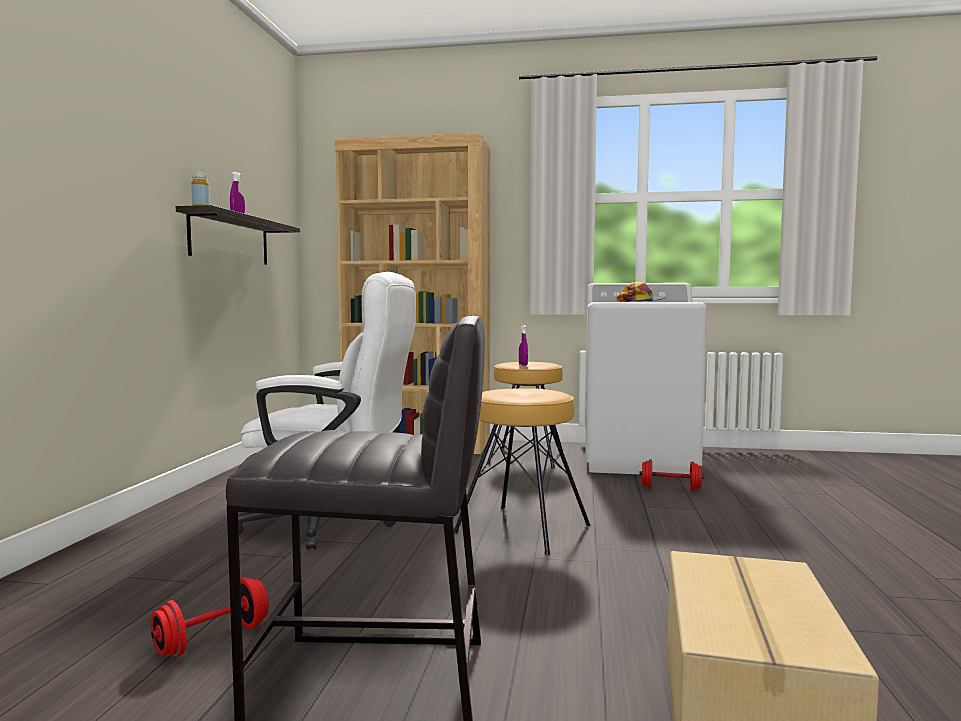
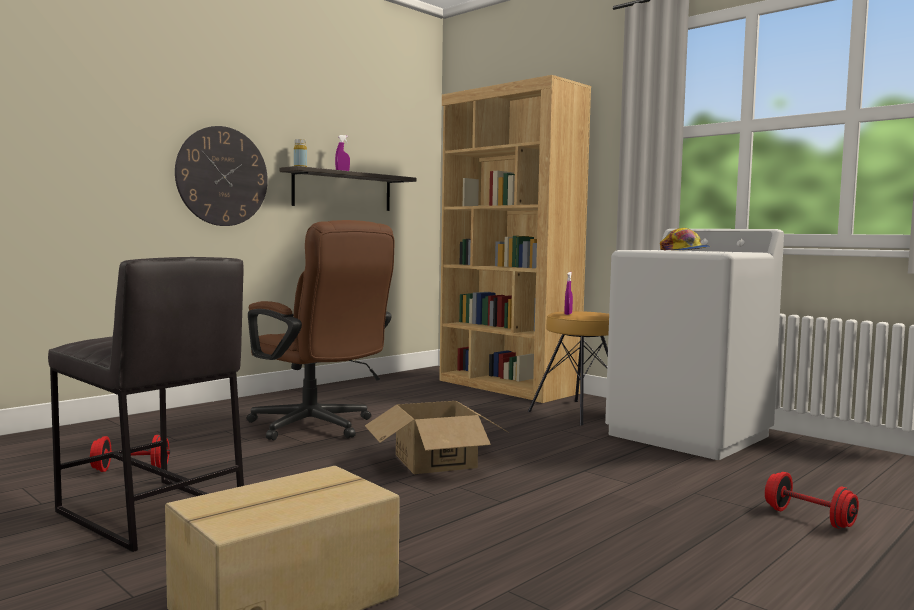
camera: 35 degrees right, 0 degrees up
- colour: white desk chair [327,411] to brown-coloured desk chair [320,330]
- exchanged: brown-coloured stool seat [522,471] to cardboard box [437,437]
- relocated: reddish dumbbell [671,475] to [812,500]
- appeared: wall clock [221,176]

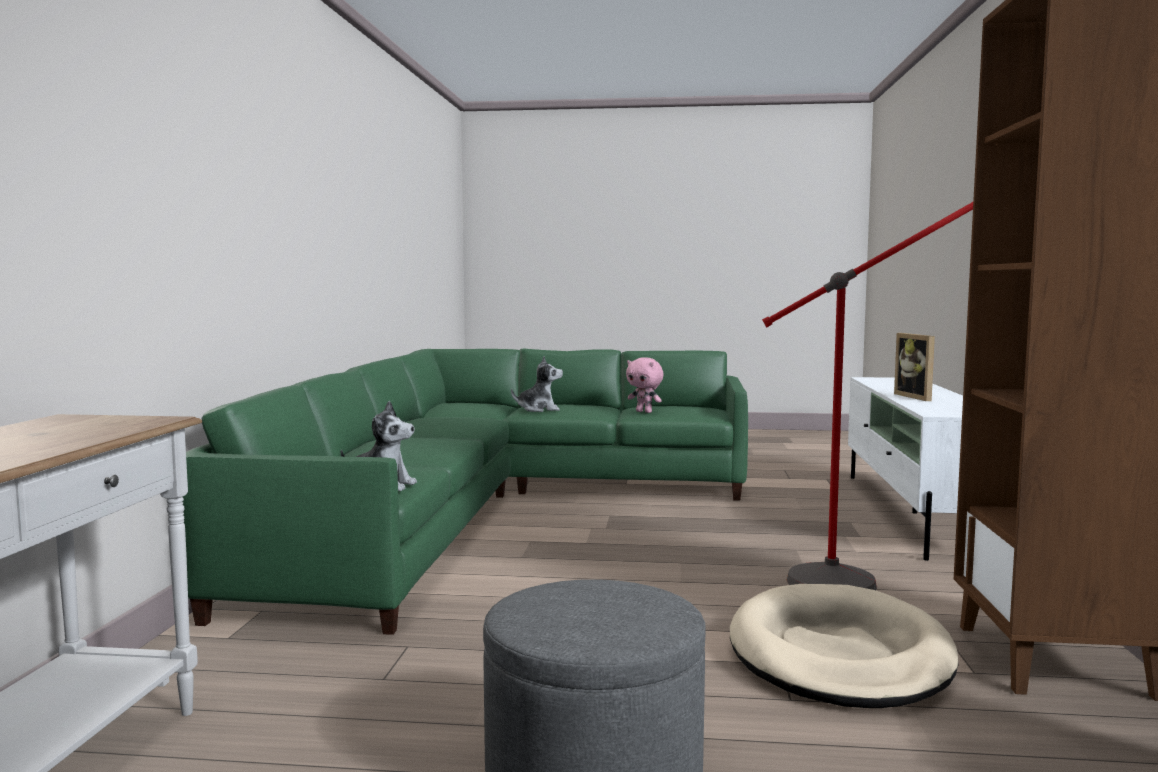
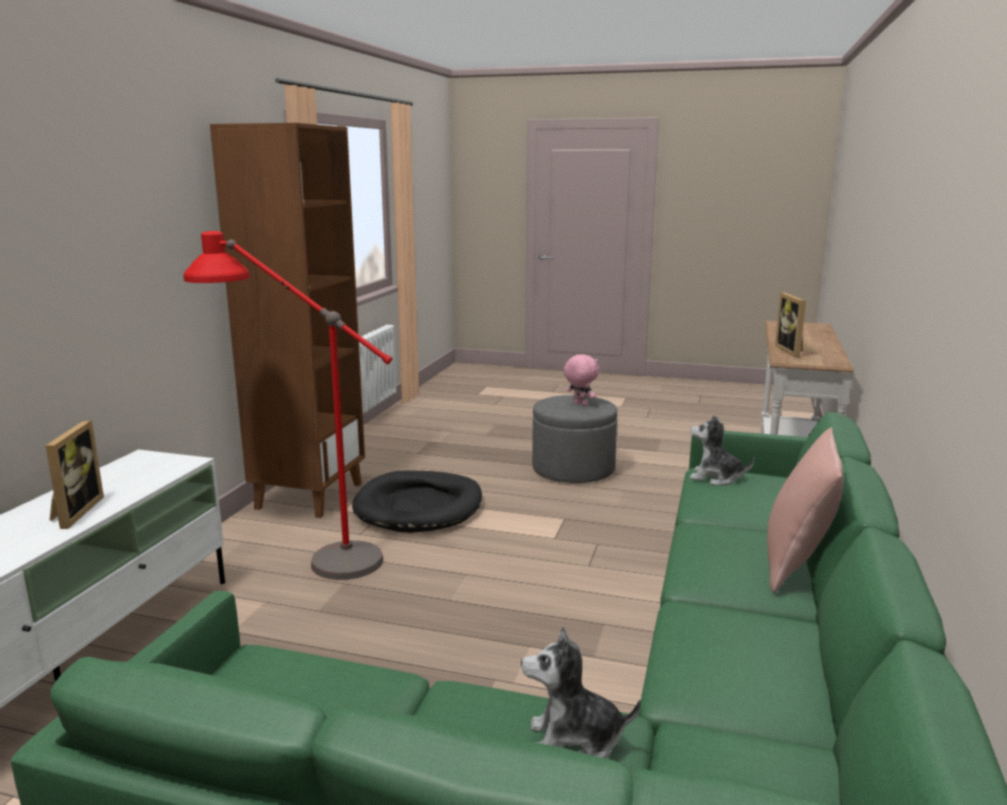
camera: 170 degrees left, 10 degrees up
- relocated: pinkish plush toy [645,385] to [581,380]
- colour: beige dog bed [844,646] to blackish dog bed [417,502]
- appeared: pinkish pillow [805,510]
- appeared: standing frame [790,325]

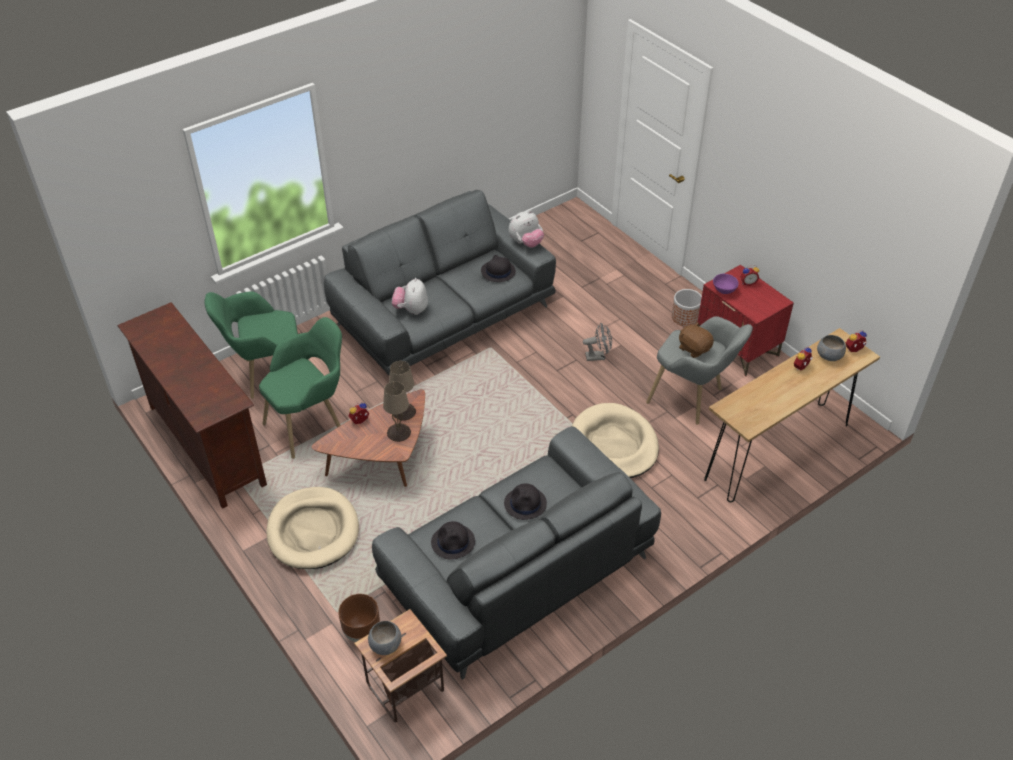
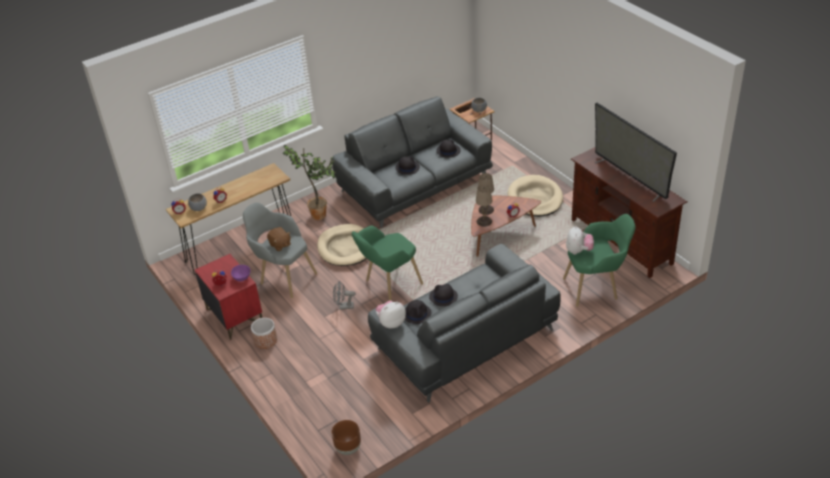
camera: 175 degrees left, 5 degrees down
- relocated: greenish armchair [300,388] to [387,263]
- relocated: brown-coloured planter [359,618] to [346,437]
- relocated: plush toy [410,296] to [580,240]
- appeared: houseplant [309,182]
- appeared: blackish clothing hat [443,295]
- appeared: TV [636,152]

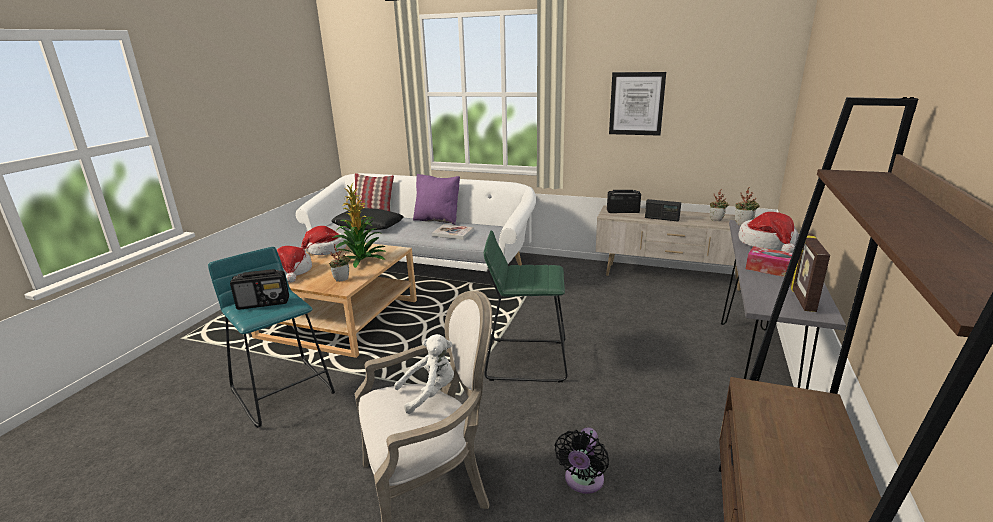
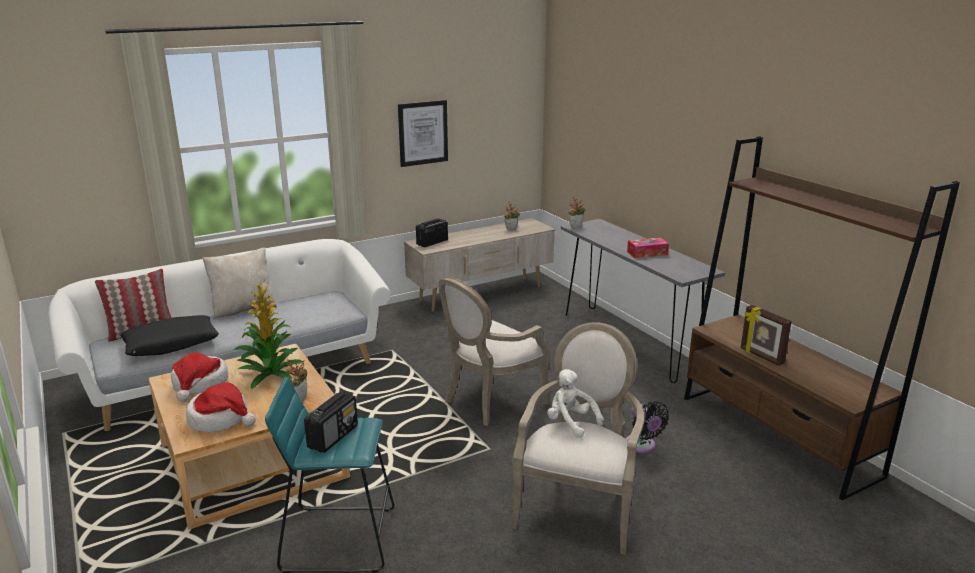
camera: 50 degrees left, 0 degrees up
- spun: white plush toy [424,374] = [575,403] 60 degrees counterclockwise
- colour: purplish pillow [436,199] to beige pillow [239,284]
- missing: book [453,232]
- exchanged: greenish stool seat [526,307] to armchair [494,351]
- missing: radio set [663,210]
- missing: clothing hat [767,232]
- relocated: standing frame [810,272] to [766,335]

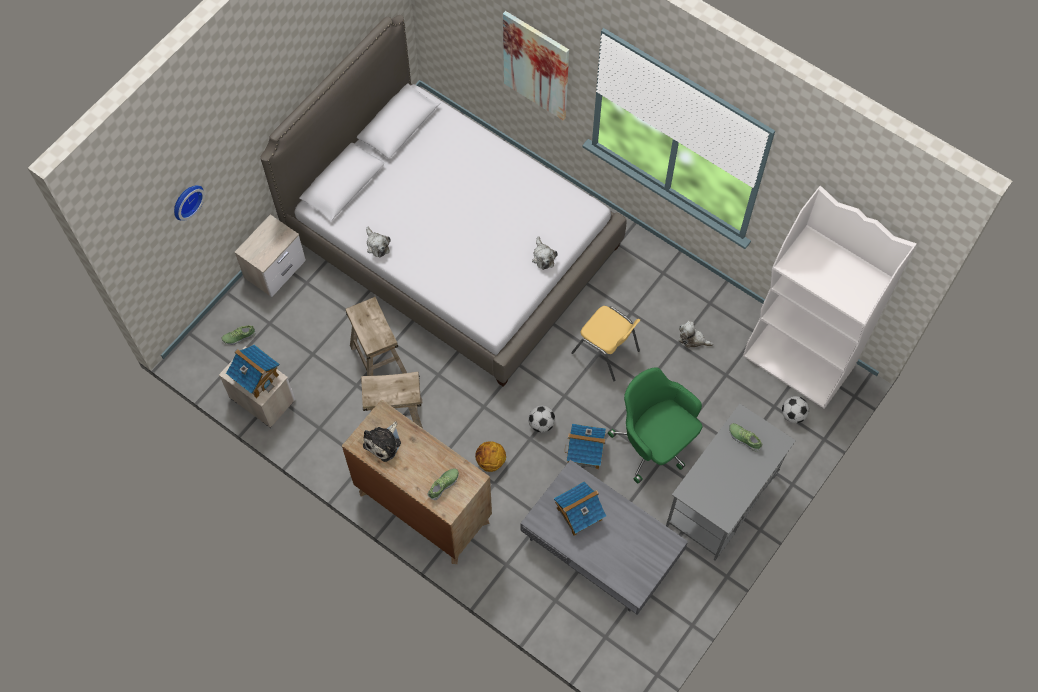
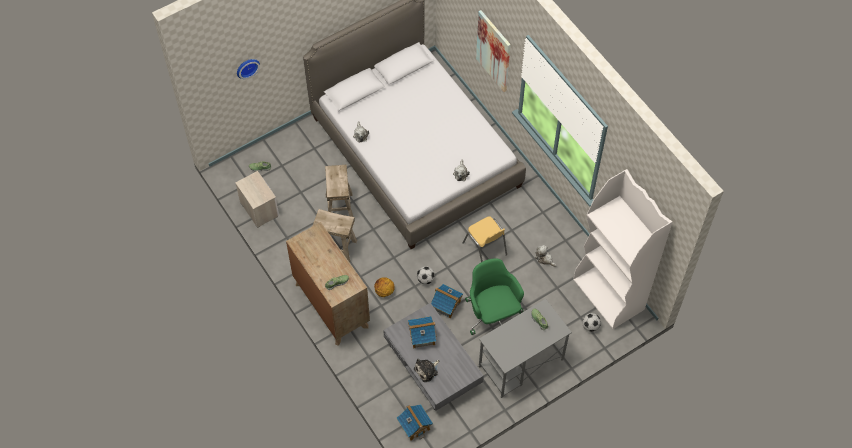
camera: 20 degrees right, 5 degrees down
- relocated: miniature house [252,371] to [415,422]
- missing: night table [270,255]
- relocated: plush toy [382,441] to [426,370]

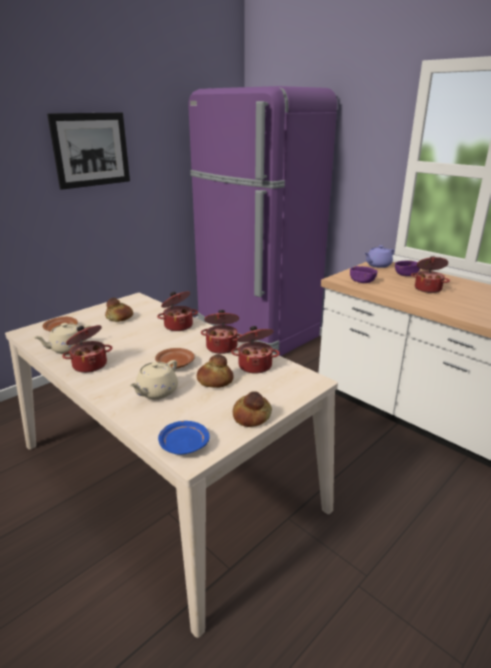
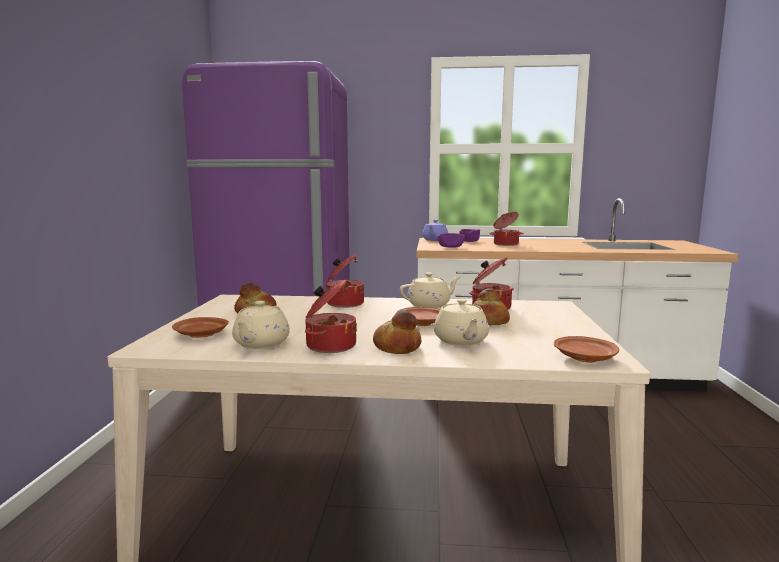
camera: 40 degrees left, 15 degrees down
- missing: picture [88,151]
- colour: bluish plate [184,438] to brown-coloured plate [586,349]
- exchanged: cooking pot [221,332] to beige teapot [430,290]
- relocated: bakery bread [252,409] to [397,332]

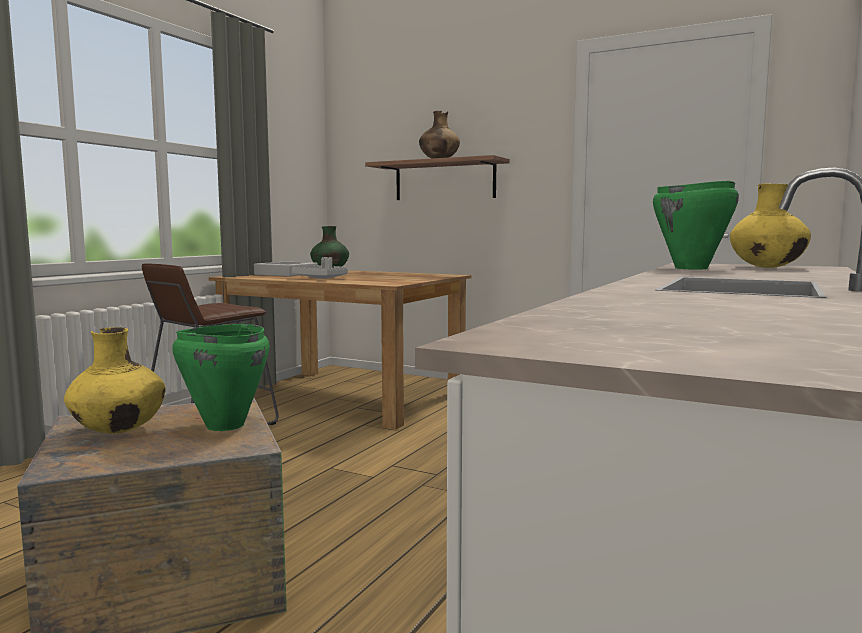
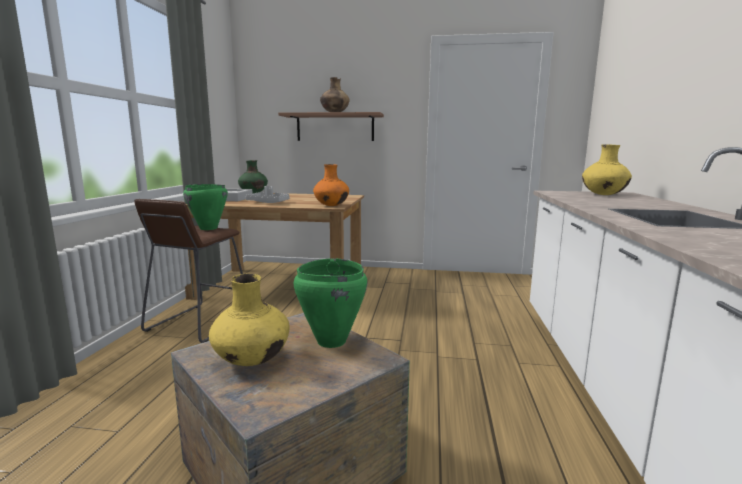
camera: 20 degrees left, 5 degrees up
- relocated: greenish cooking pot [696,225] to [205,207]
- appeared: orange flower vase [331,185]

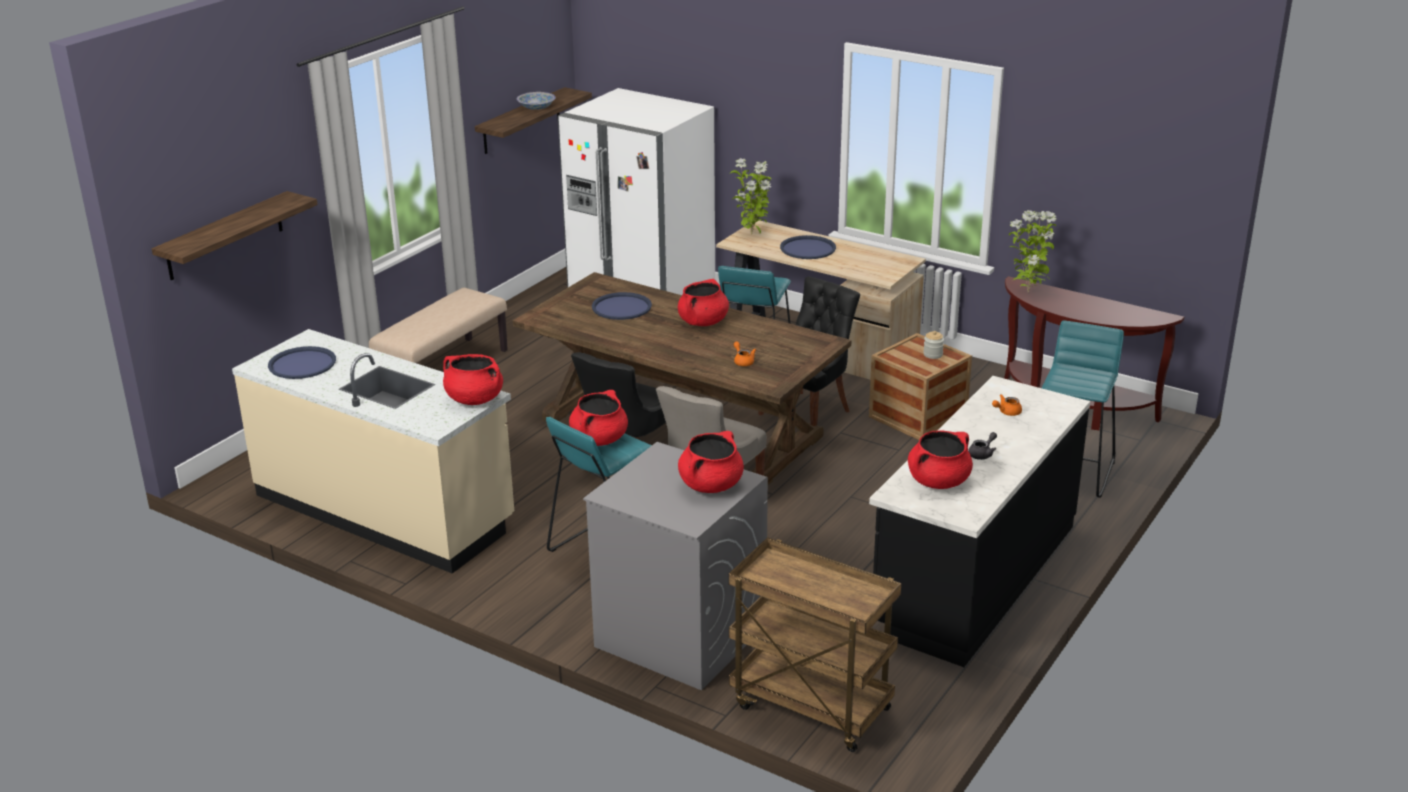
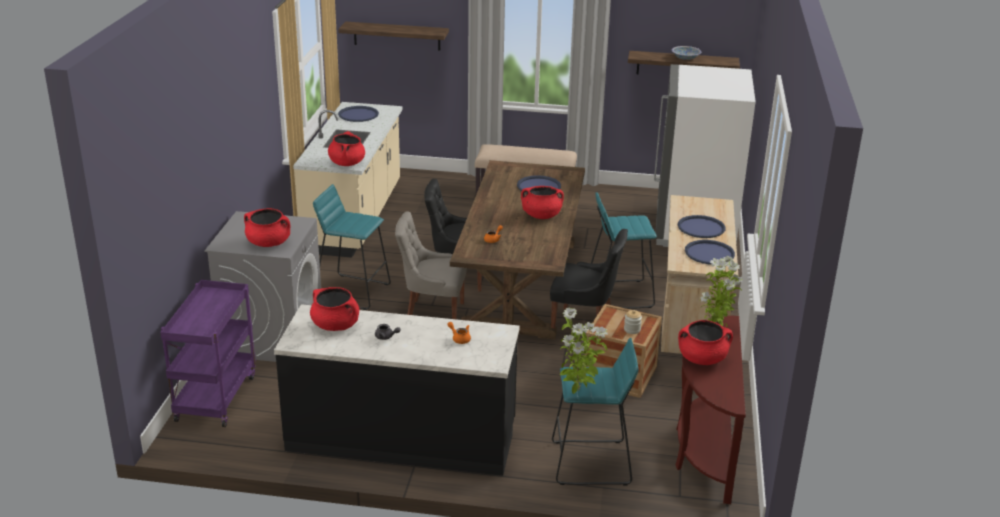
camera: 65 degrees right, 0 degrees up
- relocated: reddish cooking pot [598,418] to [705,342]
- colour: brown-coloured trolley [815,644] to purplish trolley [208,353]
- relocated: houseplant [750,196] to [584,351]
- appeared: bluish serving tray [710,252]

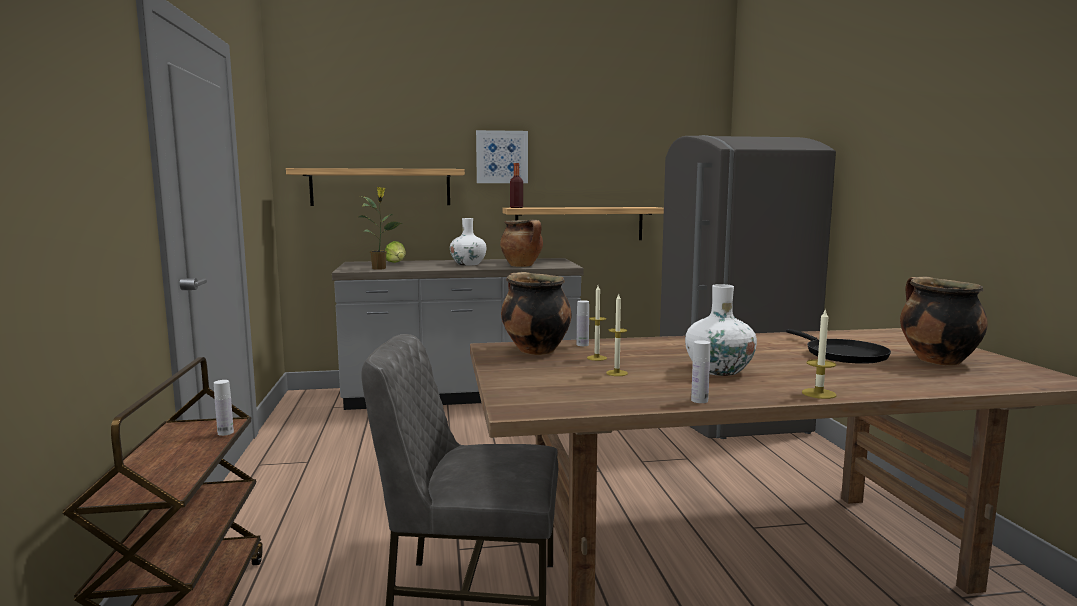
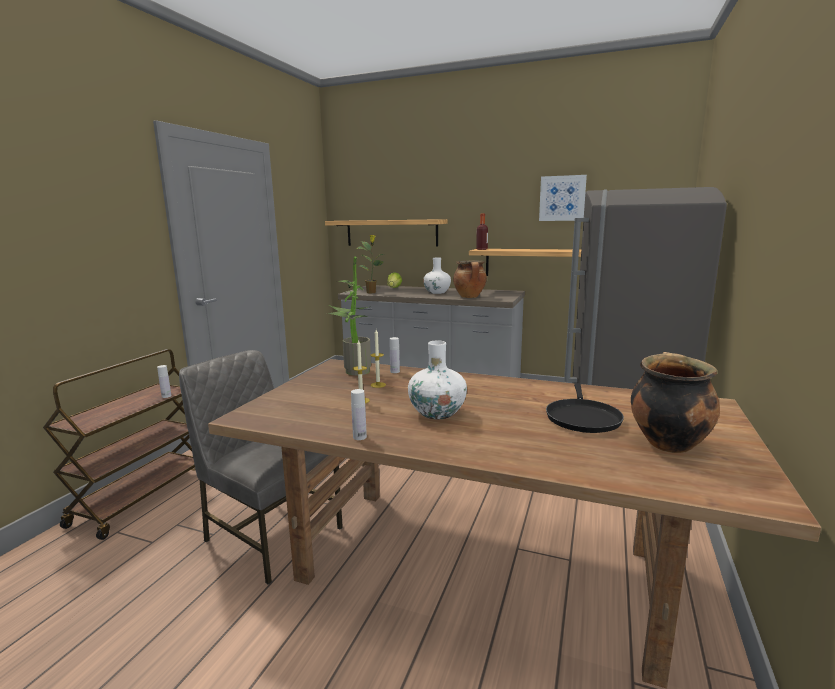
camera: 30 degrees right, 5 degrees up
- relocated: picture [502,156] to [563,198]
- exchanged: cooking pot [536,313] to houseplant [349,316]
- missing: wax light [819,354]

